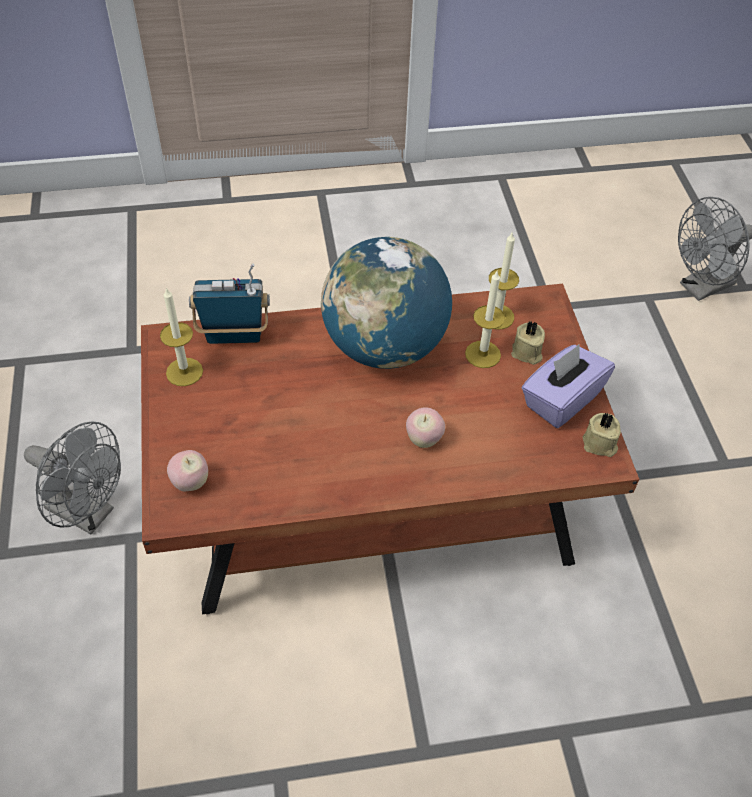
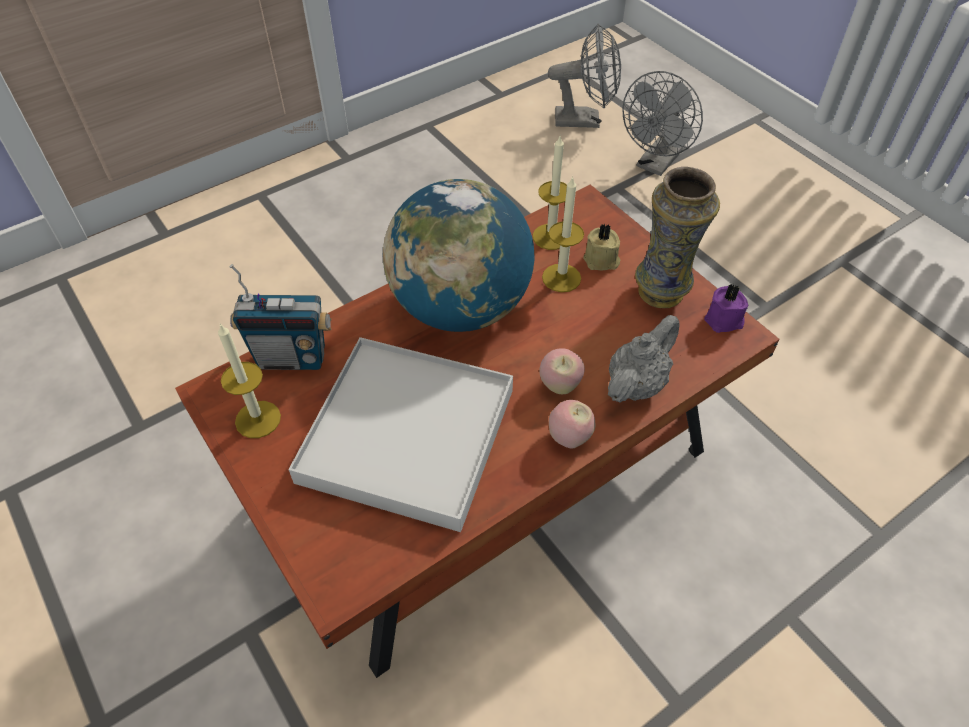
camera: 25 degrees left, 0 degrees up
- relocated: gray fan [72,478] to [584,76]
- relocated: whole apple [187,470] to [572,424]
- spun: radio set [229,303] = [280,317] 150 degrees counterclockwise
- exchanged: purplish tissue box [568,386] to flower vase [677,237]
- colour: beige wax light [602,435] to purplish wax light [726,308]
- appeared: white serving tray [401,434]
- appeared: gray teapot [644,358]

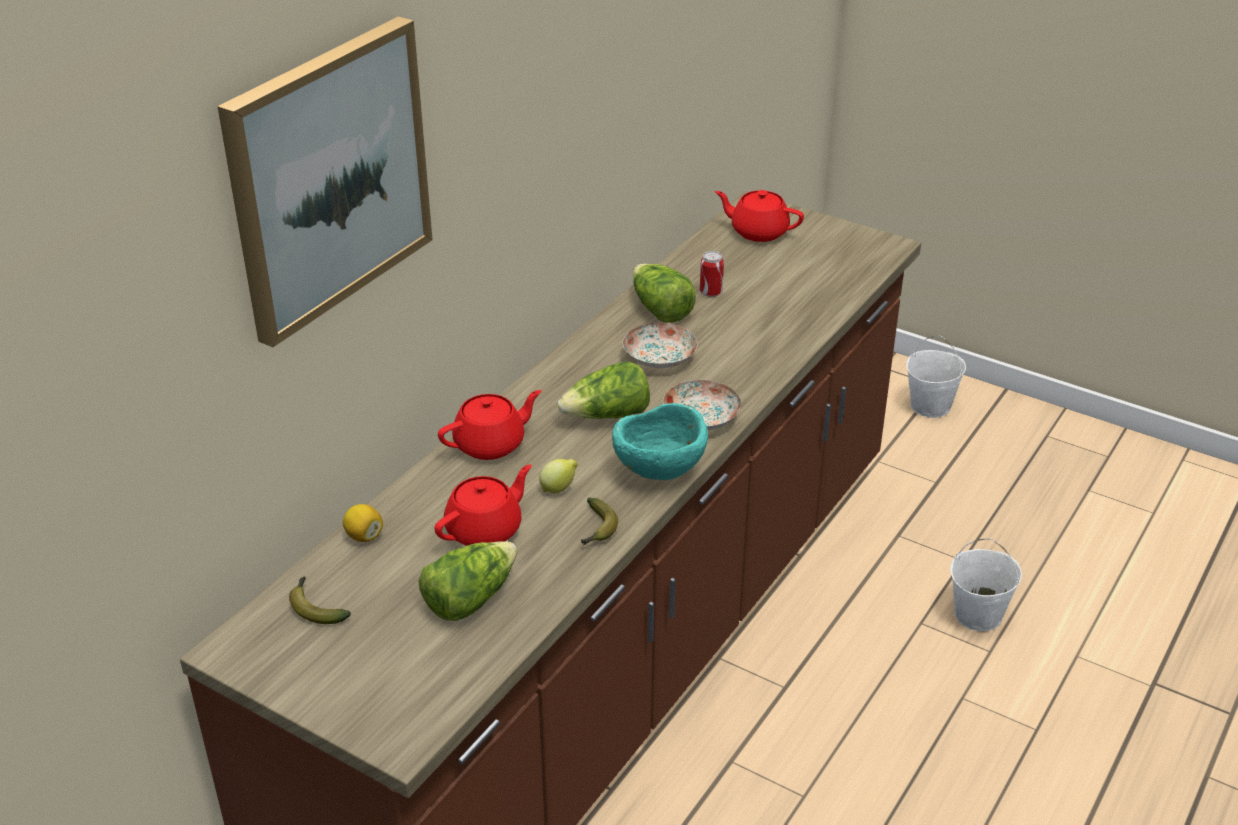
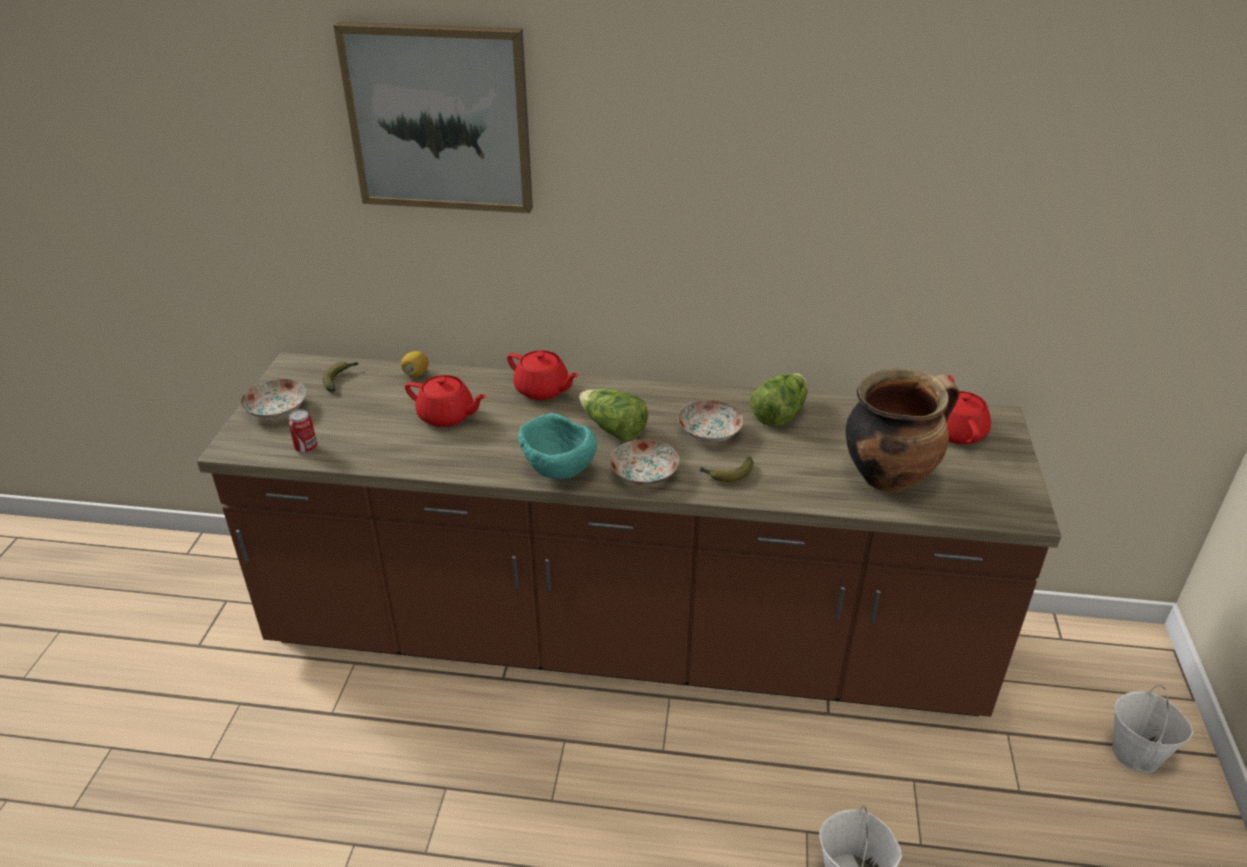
camera: 65 degrees right, 0 degrees up
- missing: head of lettuce [467,581]
- missing: citrus fruit [558,476]
- relocated: banana fruit [599,521] to [726,469]
- relocated: metal can [712,274] to [302,431]
- appeared: plate [273,399]
- appeared: cooking pot [902,430]

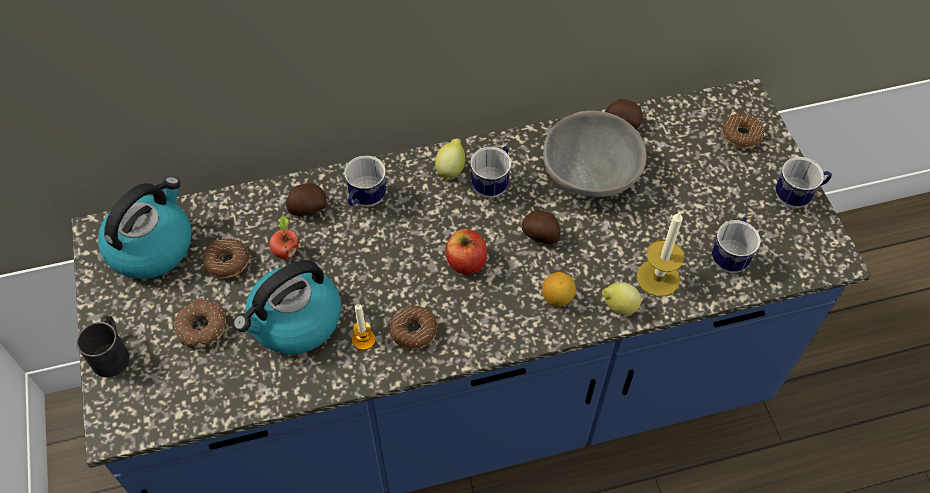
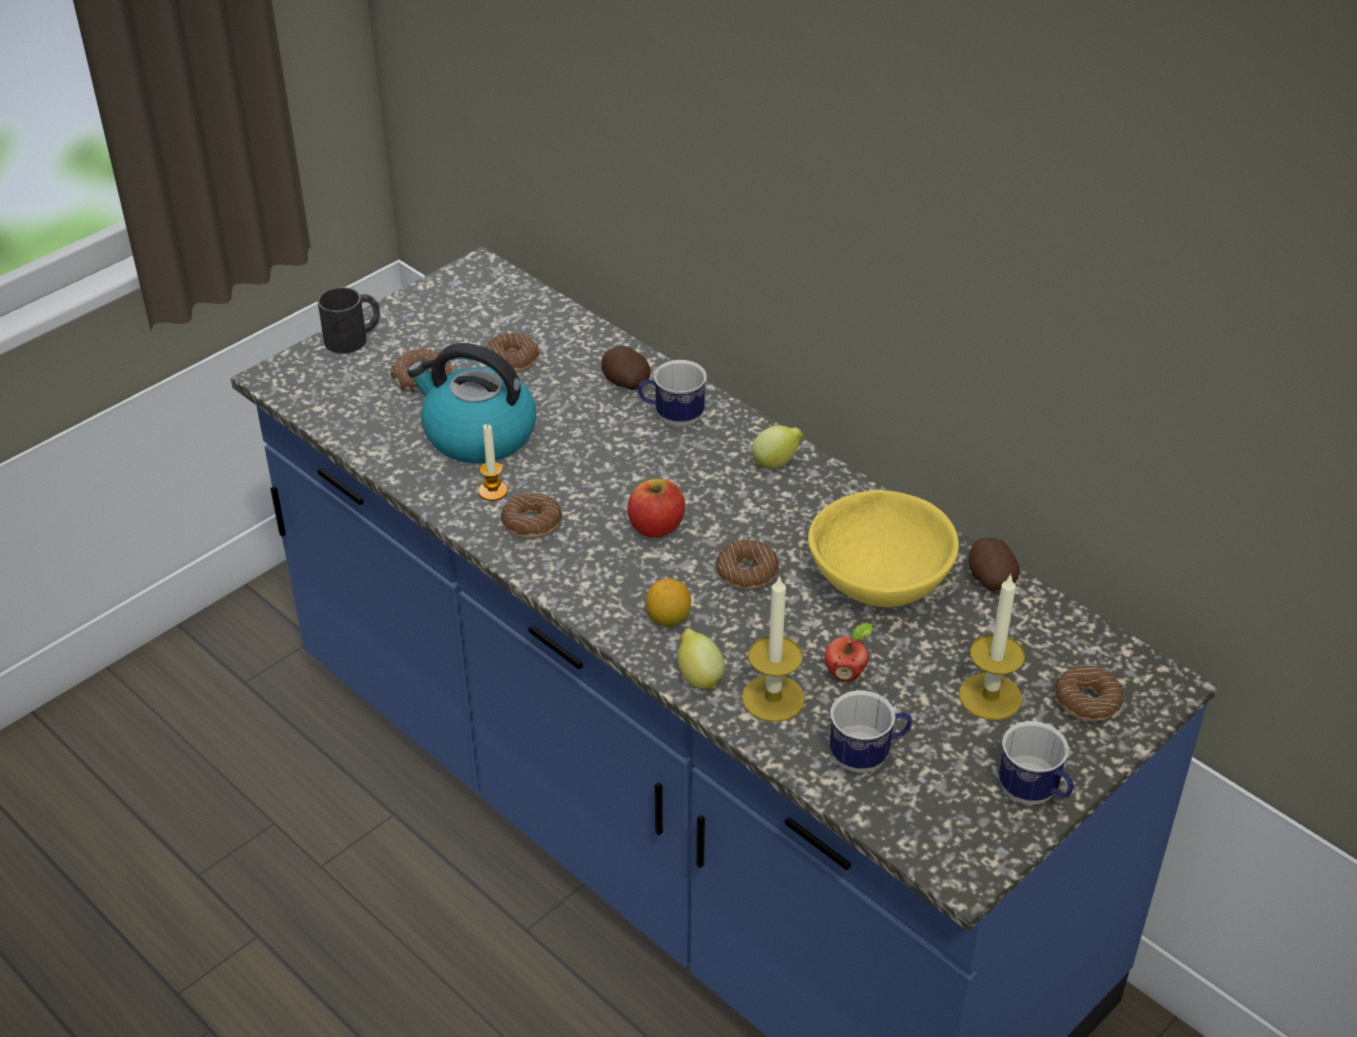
camera: 60 degrees right, 15 degrees down
- missing: water kettle [145,228]
- relocated: whole apple [284,237] to [849,652]
- missing: coffee mug [491,172]
- exchanged: spud [541,226] to ring doughnut [747,565]
- colour: gray deep dish [595,154] to yellow deep dish [883,548]
- appeared: wax light [992,646]

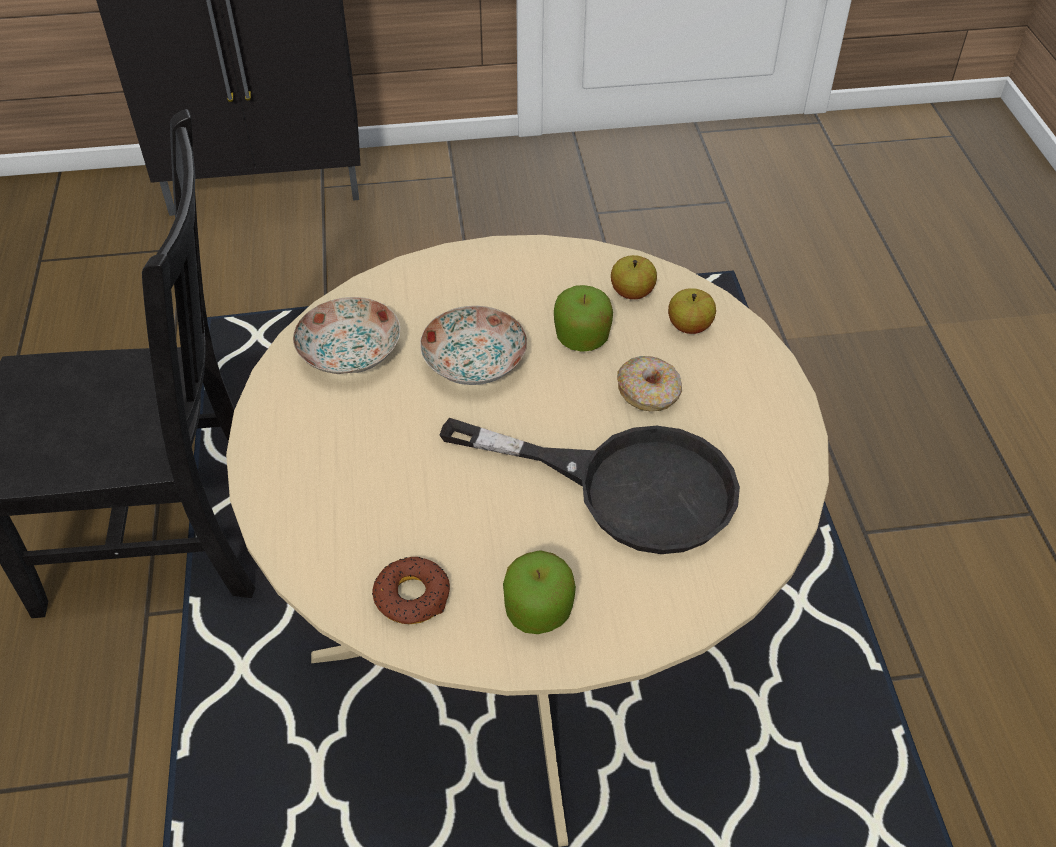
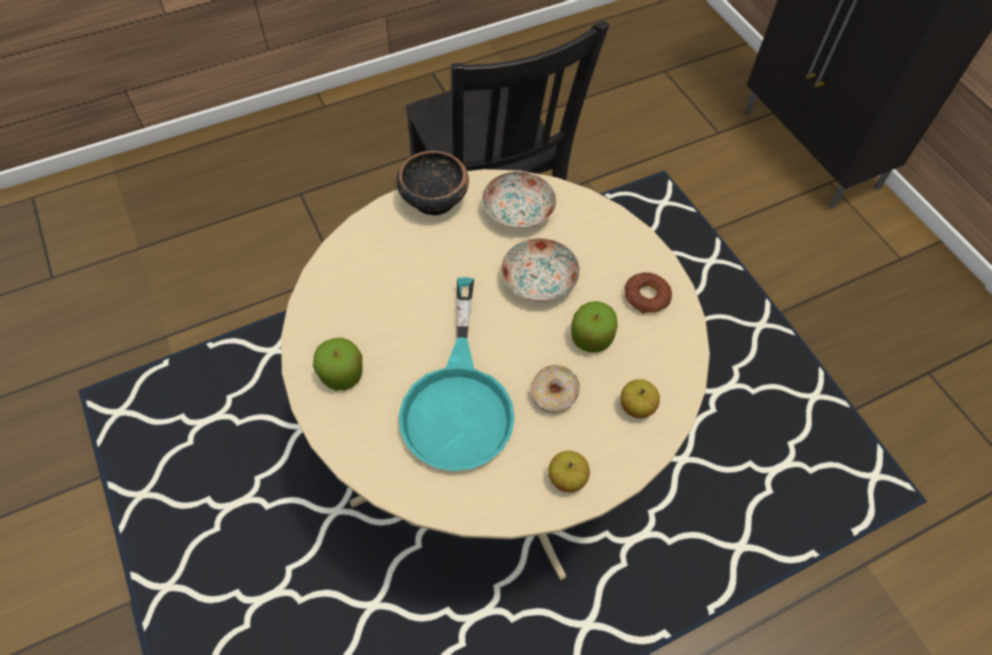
camera: 70 degrees right, 10 degrees up
- relocated: ring doughnut [411,590] to [648,293]
- colour: blackish skillet [590,486] to blue-green skillet [457,374]
- relocated: whole apple [634,277] to [569,471]
- appeared: deep dish [433,183]

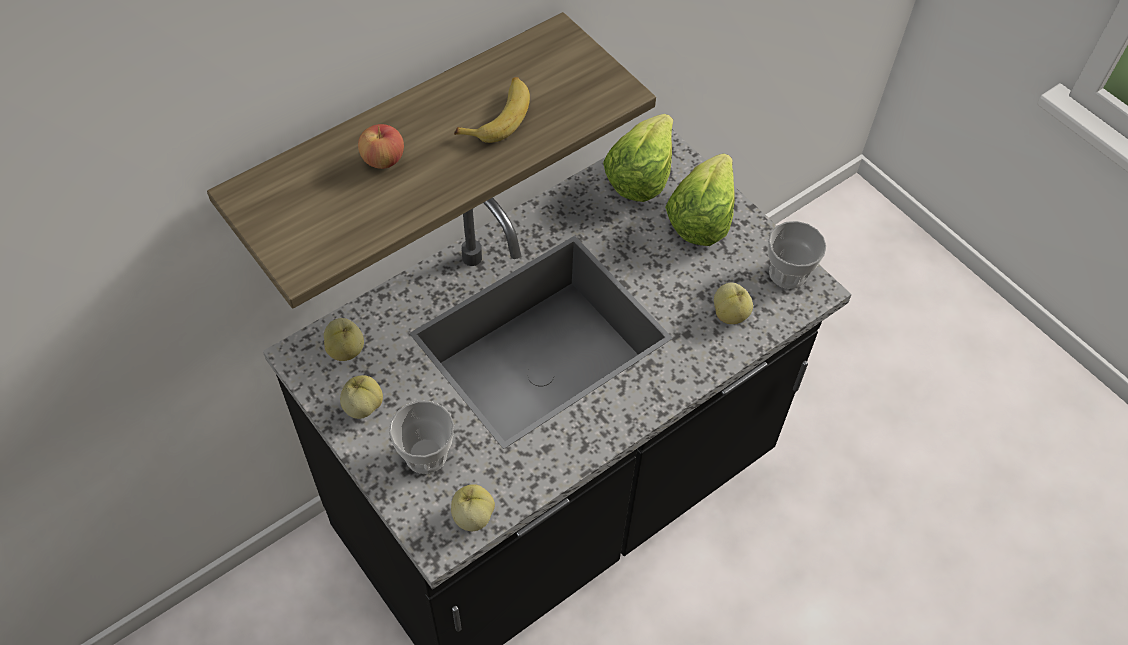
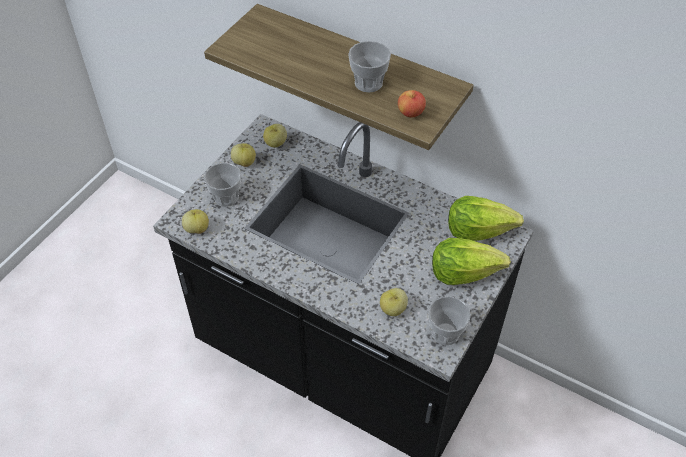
camera: 70 degrees right, 5 degrees down
- relocated: whole apple [381,146] to [412,103]
- exchanged: banana fruit [492,110] to cup [369,66]

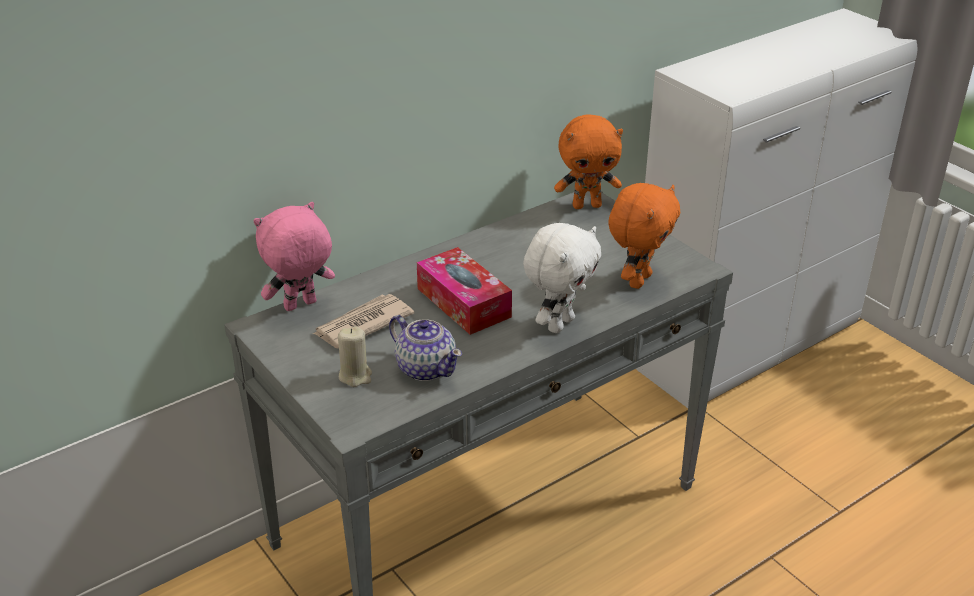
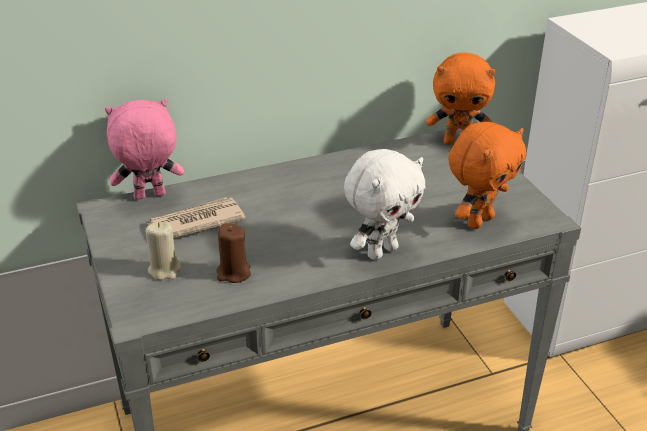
camera: 15 degrees right, 0 degrees up
- exchanged: teapot [425,348] to brown-coloured wax light [233,253]
- missing: tissue box [464,291]

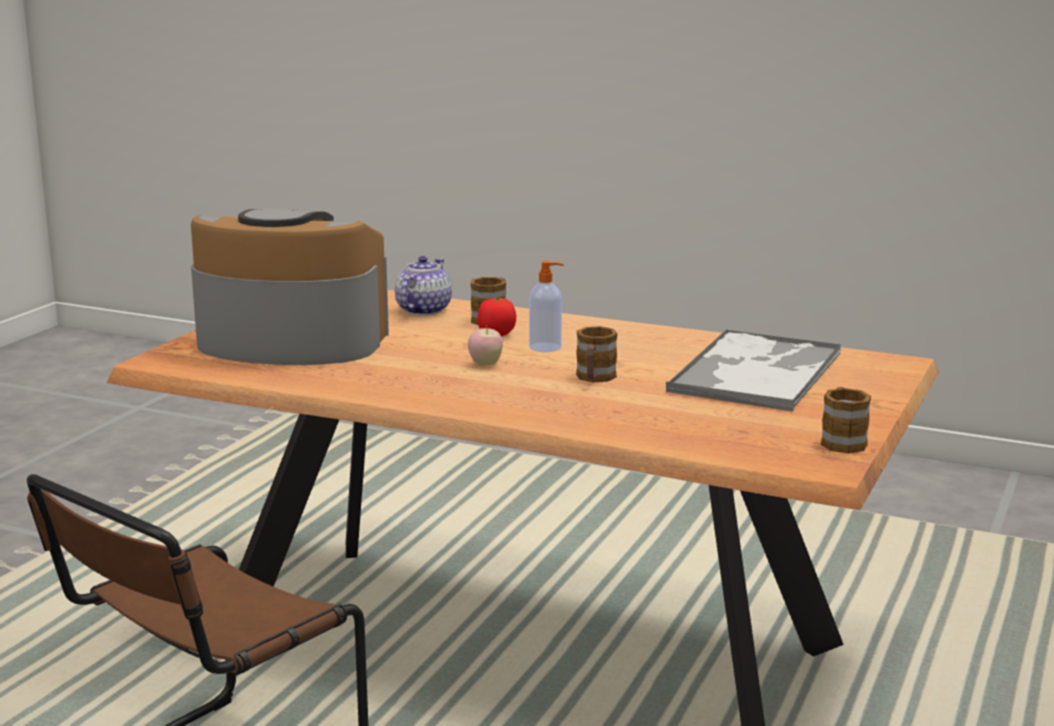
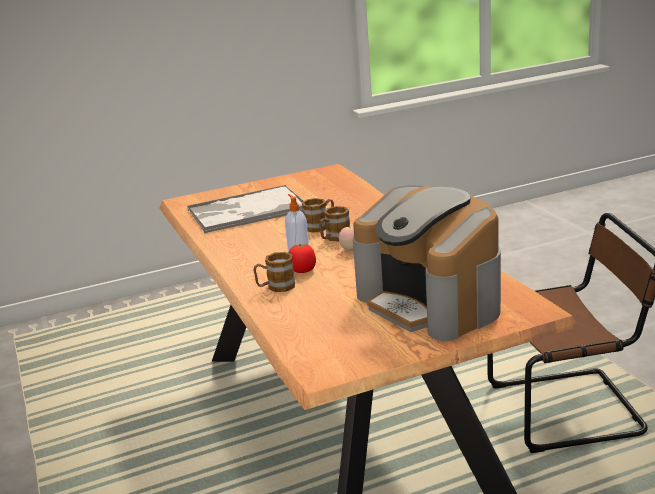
camera: 135 degrees left, 5 degrees up
- missing: teapot [423,285]
- relocated: coffee mug [846,420] to [334,224]

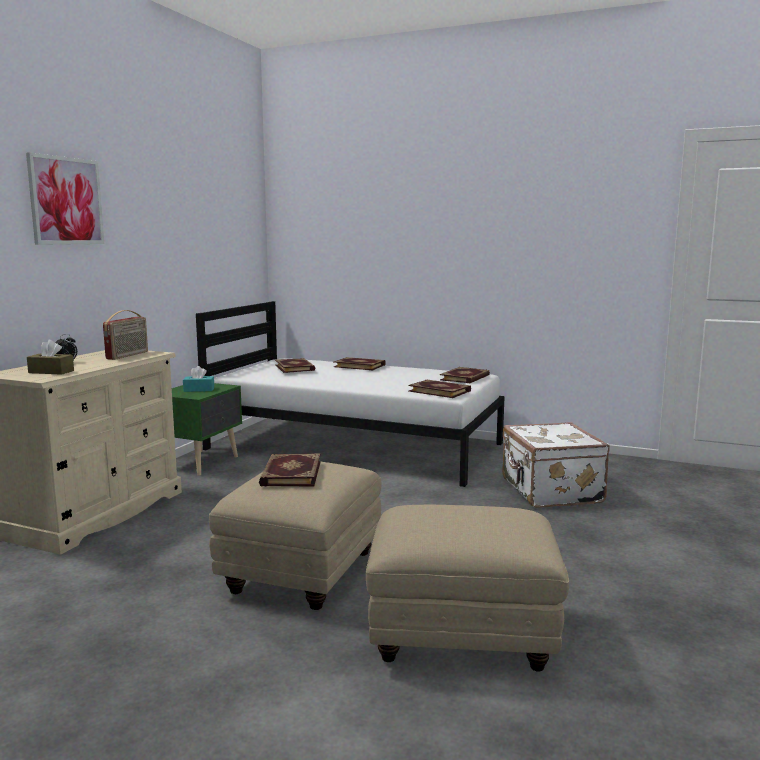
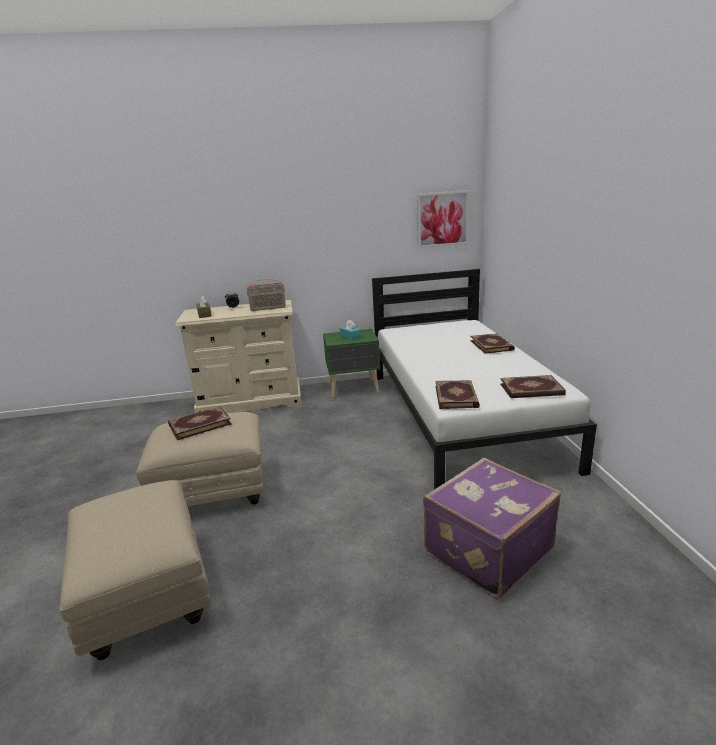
camera: 60 degrees right, 10 degrees up
- relocated: picture [65,198] to [443,219]
- missing: book [295,365]
- colour: white piece of luggage [556,465] to purplish piece of luggage [492,528]

